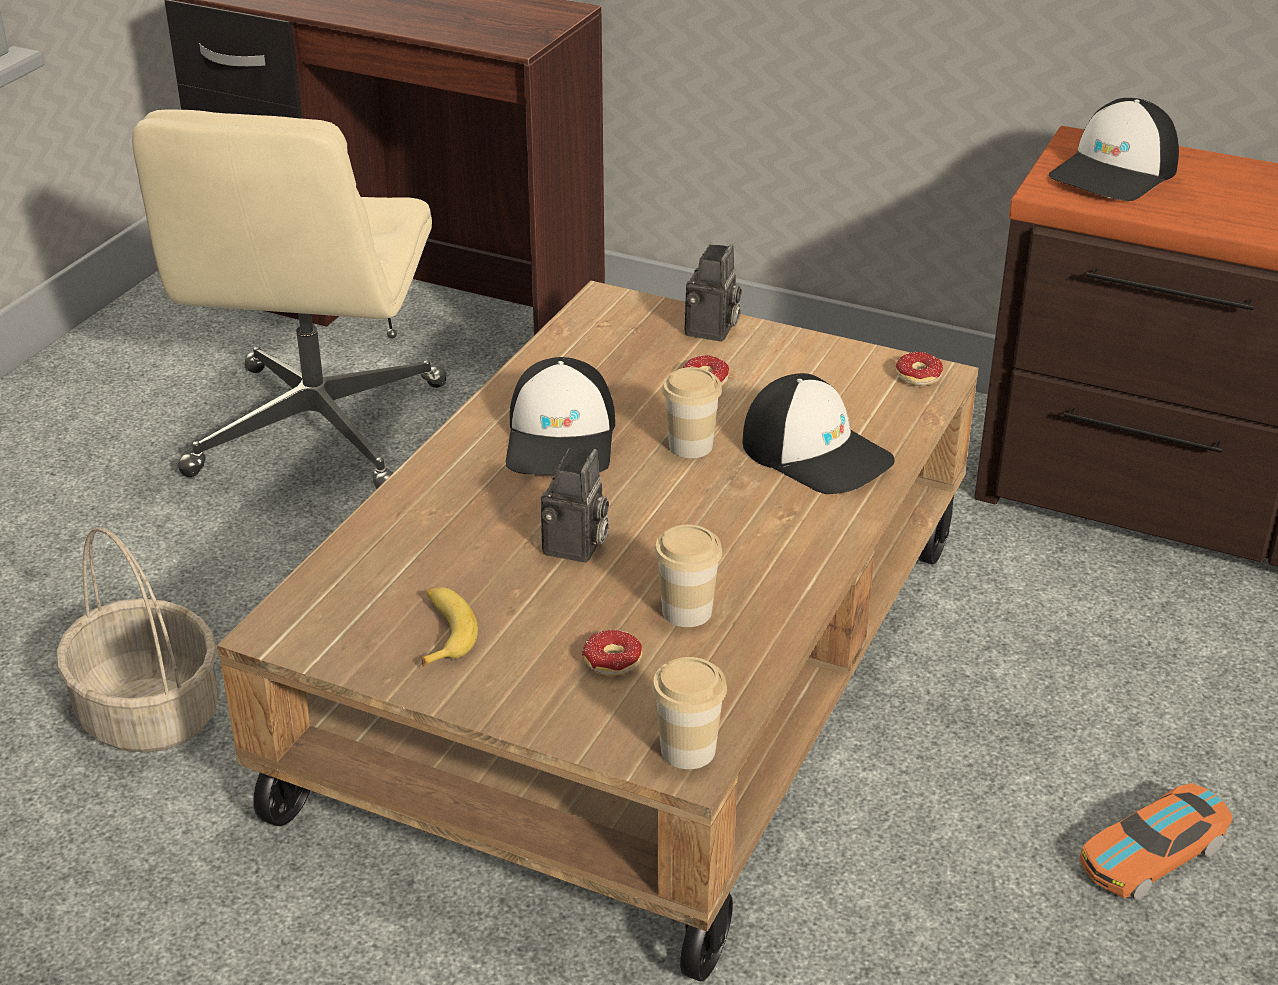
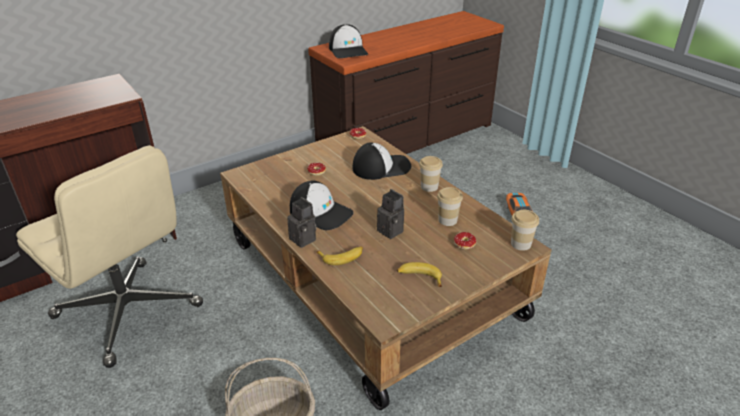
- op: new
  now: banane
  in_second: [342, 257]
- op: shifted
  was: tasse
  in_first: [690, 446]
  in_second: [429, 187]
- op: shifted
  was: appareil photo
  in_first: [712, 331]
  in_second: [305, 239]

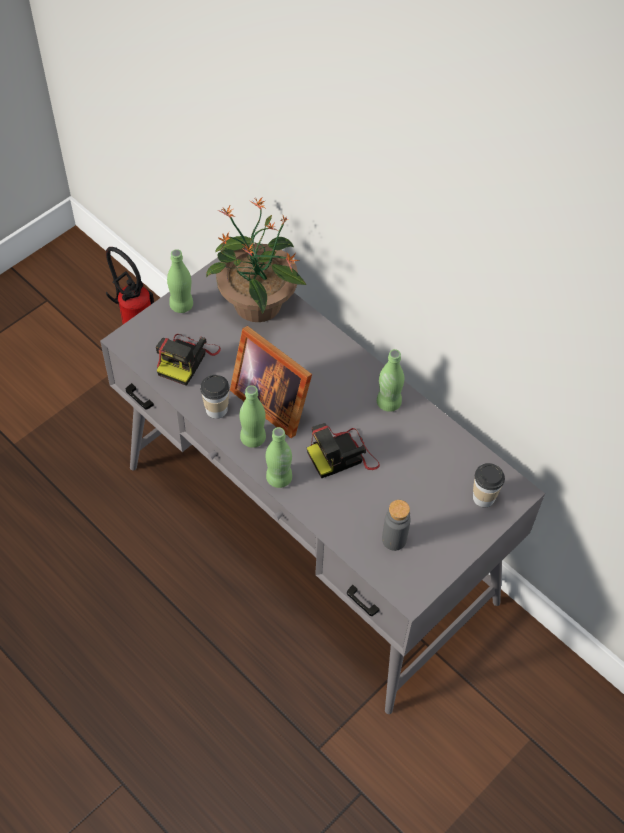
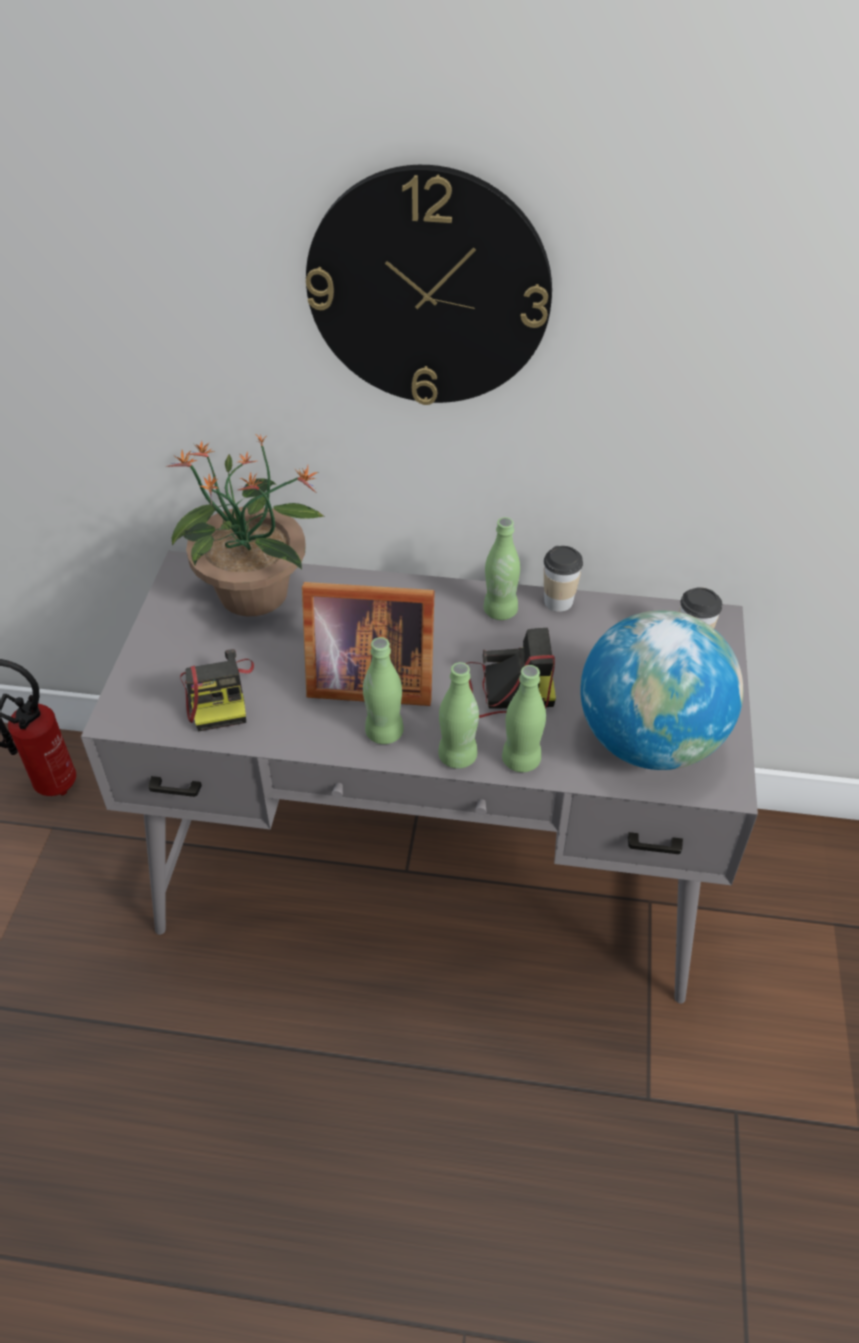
- op: new
  now: horloge murale
  in_second: [428, 289]
- op: shifted
  was: bouteille (vert)
  in_first: [181, 305]
  in_second: [521, 760]
- op: shifted
  was: tasse
  in_first: [216, 409]
  in_second: [558, 602]
- op: swapped
  was: bouteille (gris)
  now: globe
  in_first: [394, 539]
  in_second: [648, 741]
- op: rotated
  was: appareil photo
  in_first: [343, 456]
  in_second: [506, 690]
  clockwise: -120

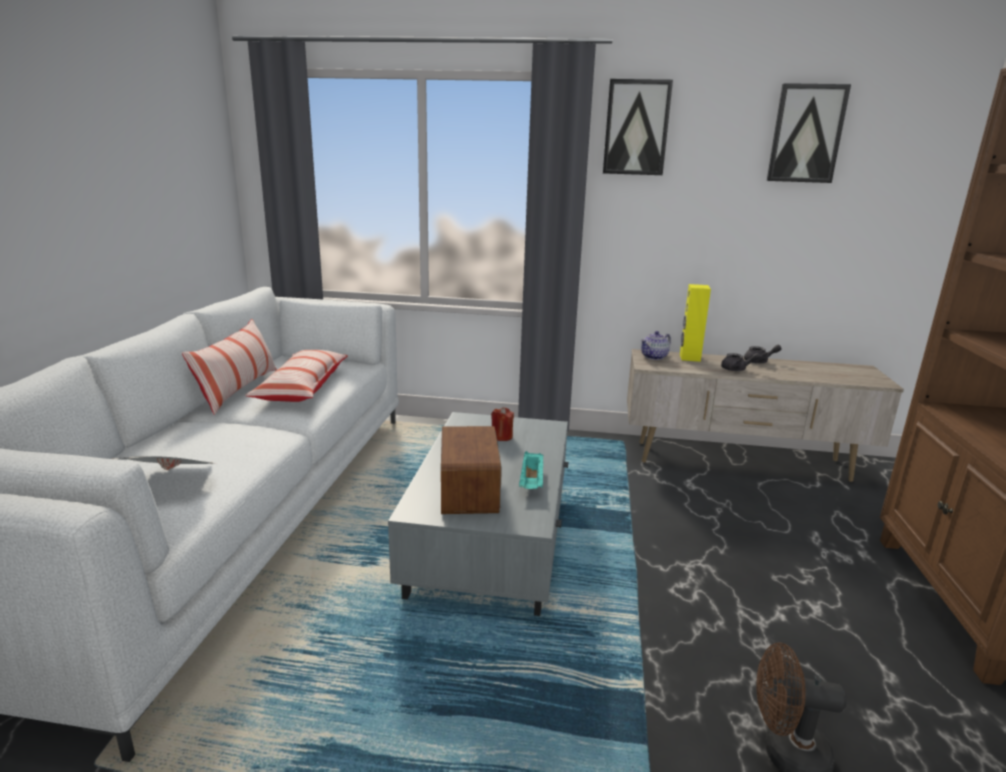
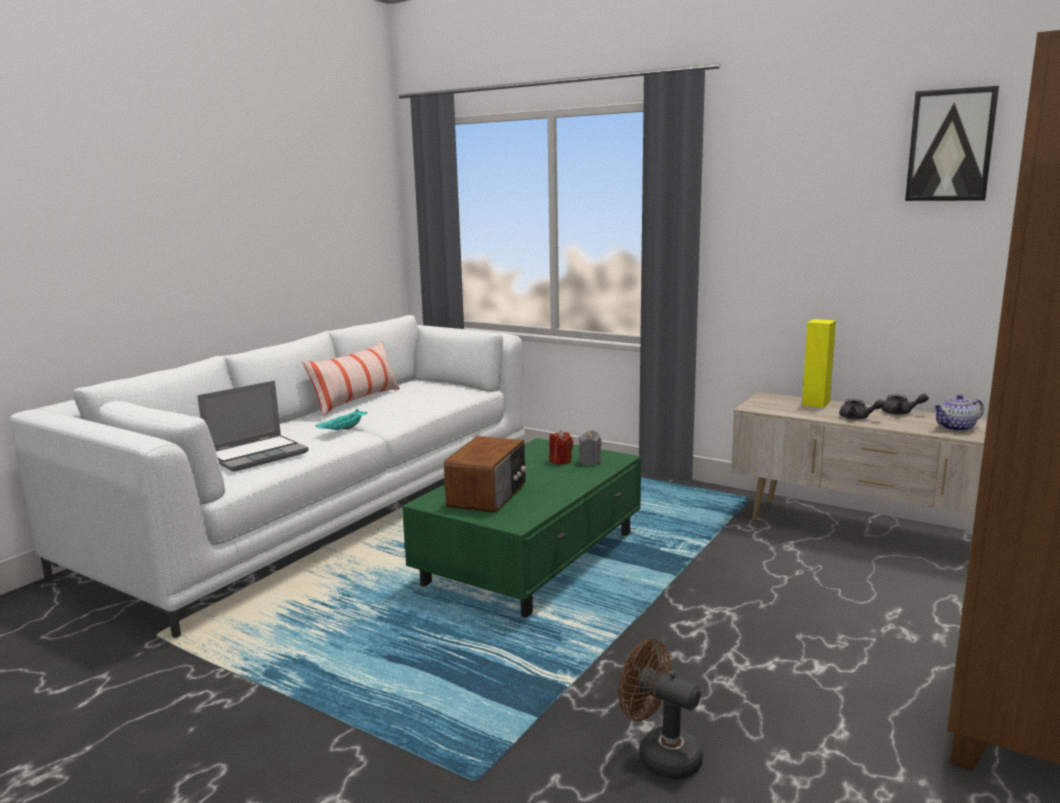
- op: gone
  was: coussin
  in_first: [302, 388]
- op: gone
  was: tableau
  in_first: [636, 128]
- op: new
  now: bougie (gris)
  in_second: [590, 462]
- op: shifted
  was: plateau (turquoise)
  in_first: [532, 482]
  in_second: [343, 430]
- op: shifted
  was: théière
  in_first: [654, 357]
  in_second: [956, 428]
- op: swapped
  was: journal
  now: ordinateur portable
  in_first: [174, 483]
  in_second: [257, 455]
- op: repainted
  was: table basse (gris)
  now: table basse (vert)
  in_first: [491, 539]
  in_second: [533, 558]

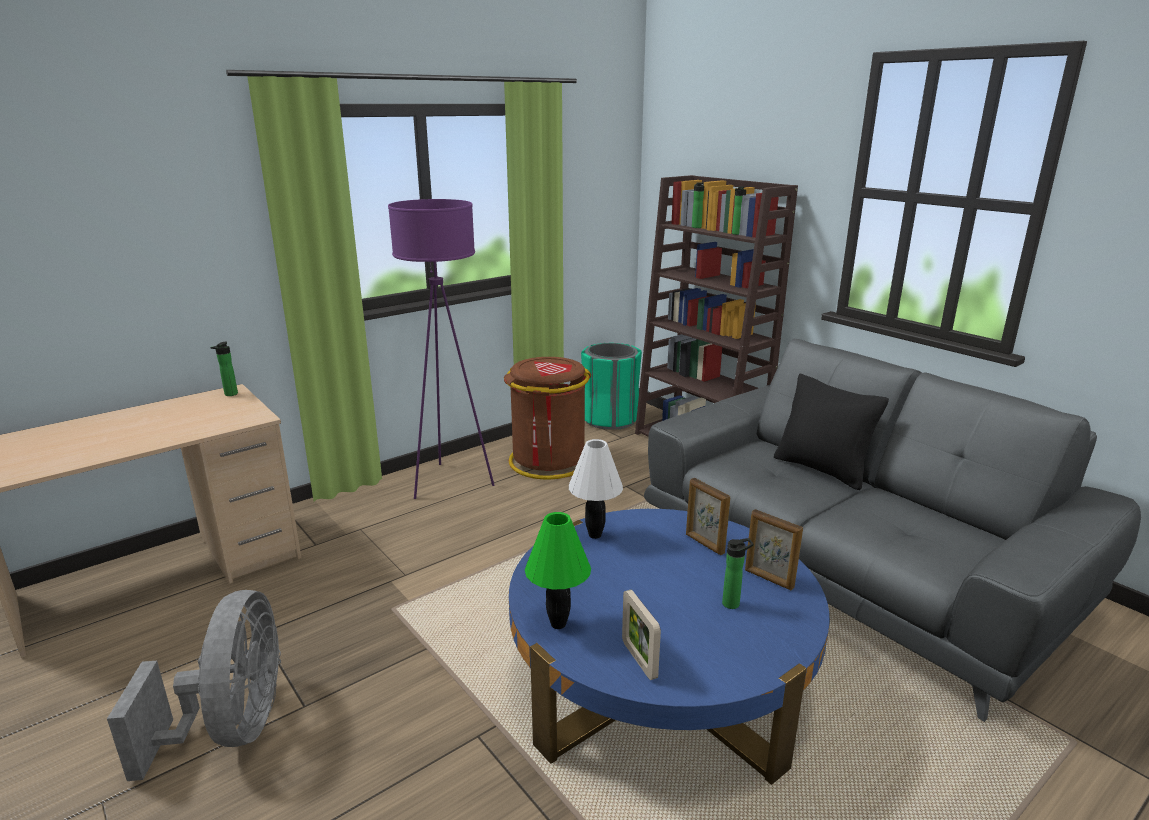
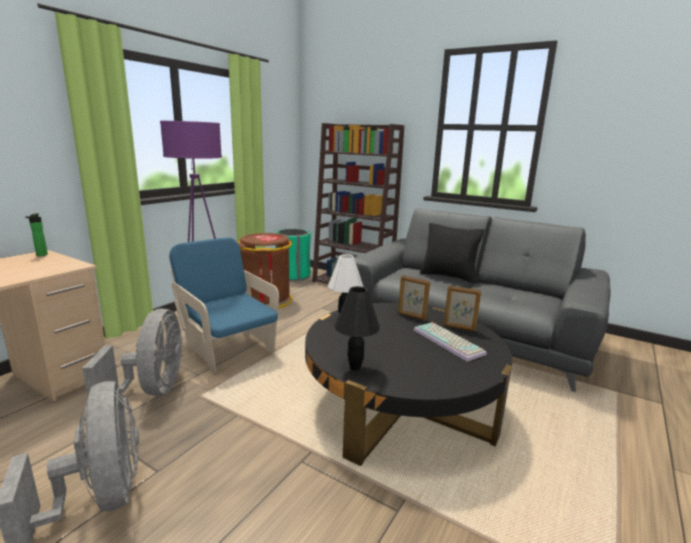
- op: gone
  was: cadre photo
  in_first: [639, 660]
- op: new
  now: ventilateur (gris)
  in_second: [152, 390]
- op: new
  now: fauteuil (bleu)
  in_second: [228, 349]
- op: swapped
  was: bouteille
  now: clavier
  in_first: [733, 603]
  in_second: [449, 341]
- op: repainted
  was: table basse (bleu)
  now: table basse (noir)
  in_first: [660, 680]
  in_second: [400, 405]
- op: repainted
  was: lampe de table (vert)
  now: lampe de table (noir)
  in_first: [558, 624]
  in_second: [355, 368]

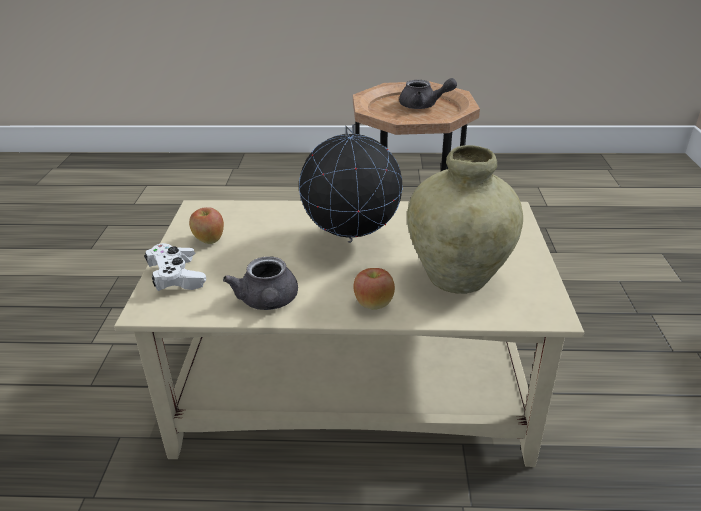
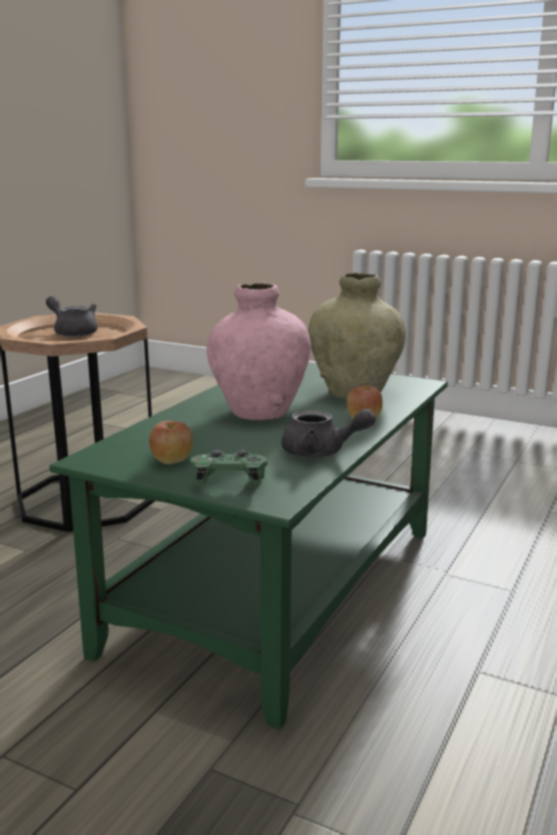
- op: swapped
  was: globe
  now: vase (rose)
  in_first: [352, 242]
  in_second: [259, 412]
- op: repainted
  was: table basse (beige)
  now: table basse (vert)
  in_first: [349, 391]
  in_second: [278, 590]
- op: repainted
  was: manette (blanc)
  now: manette (vert)
  in_first: [177, 277]
  in_second: [229, 483]
- op: rotated
  was: théière (gris)
  in_first: [423, 106]
  in_second: [73, 332]
  clockwise: -90

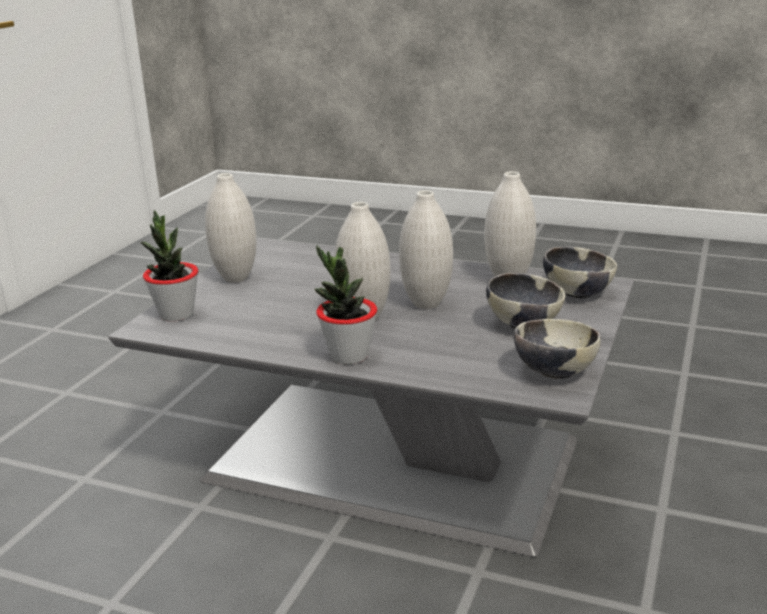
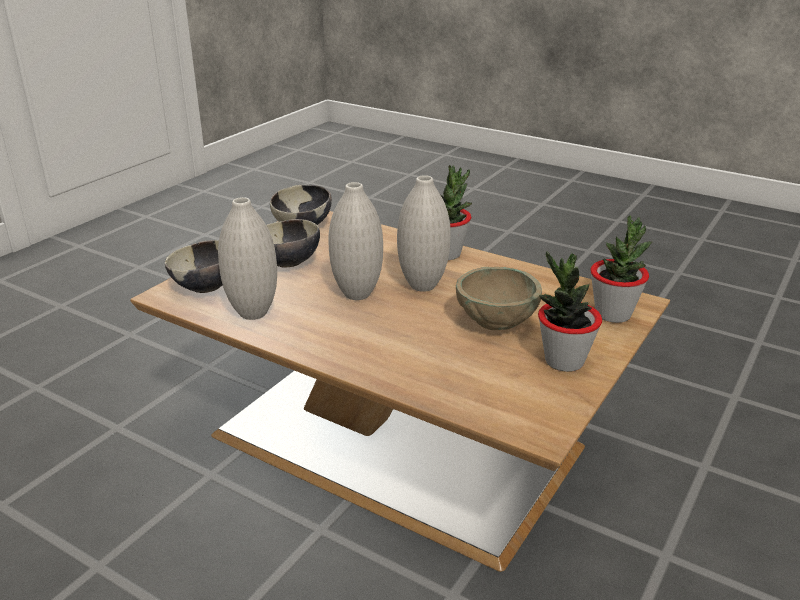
- op: new
  now: bol (beige)
  in_second: [497, 324]
- op: swapped
  was: vase (blanc)
  now: plante en pot
  in_first: [236, 278]
  in_second: [564, 361]
- op: repainted
  was: table basse (gris)
  now: table basse (marron)
  in_first: [385, 458]
  in_second: [402, 442]

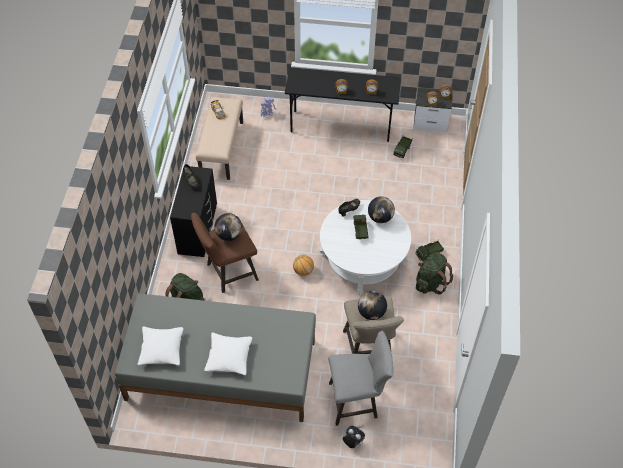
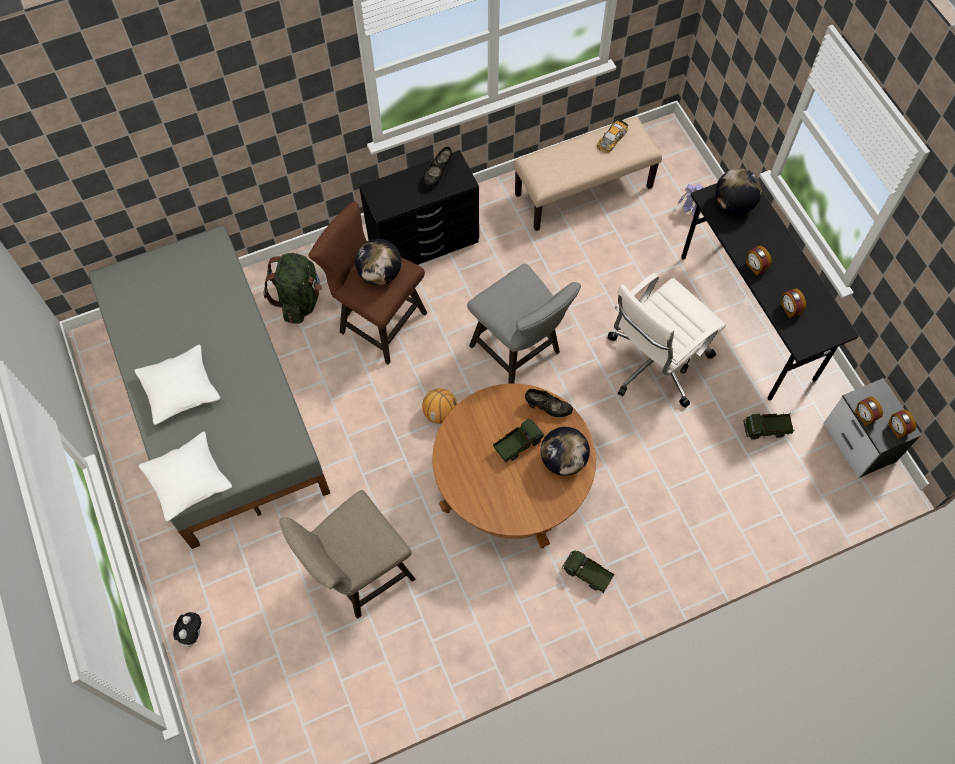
- op: gone
  was: sac à dos (vert)
  in_first: [430, 282]
- op: new
  now: chaise de bureau (blanc)
  in_second: [654, 363]
- op: shifted
  was: coussin (blanc)
  in_first: [161, 349]
  in_second: [188, 480]
- op: shifted
  was: tabouret (gris)
  in_first: [357, 400]
  in_second: [519, 352]
- op: shifted
  was: globe
  in_first: [371, 312]
  in_second: [733, 204]
- op: repainted
  was: table basse (blanc)
  now: table basse (marron)
  in_first: [363, 260]
  in_second: [512, 484]

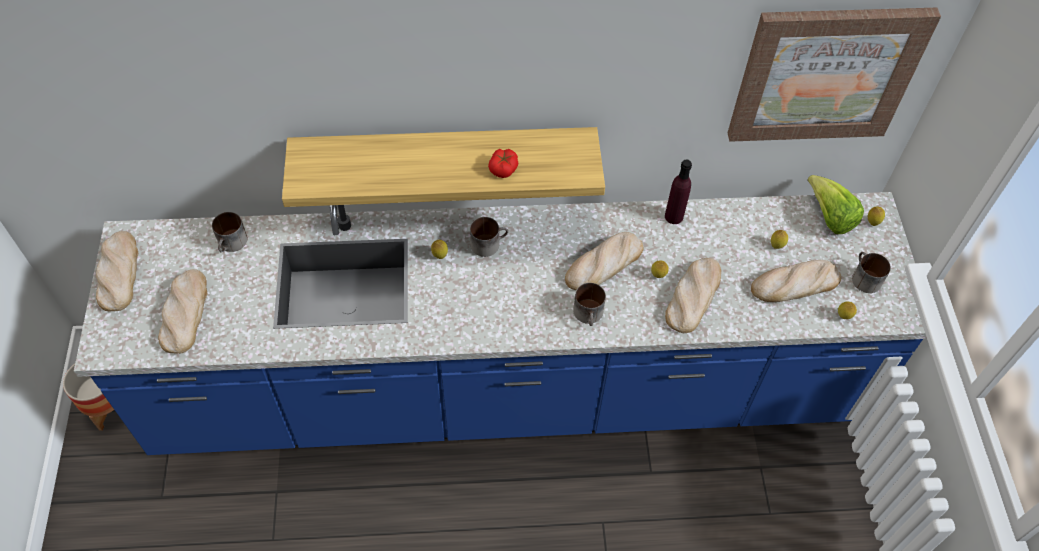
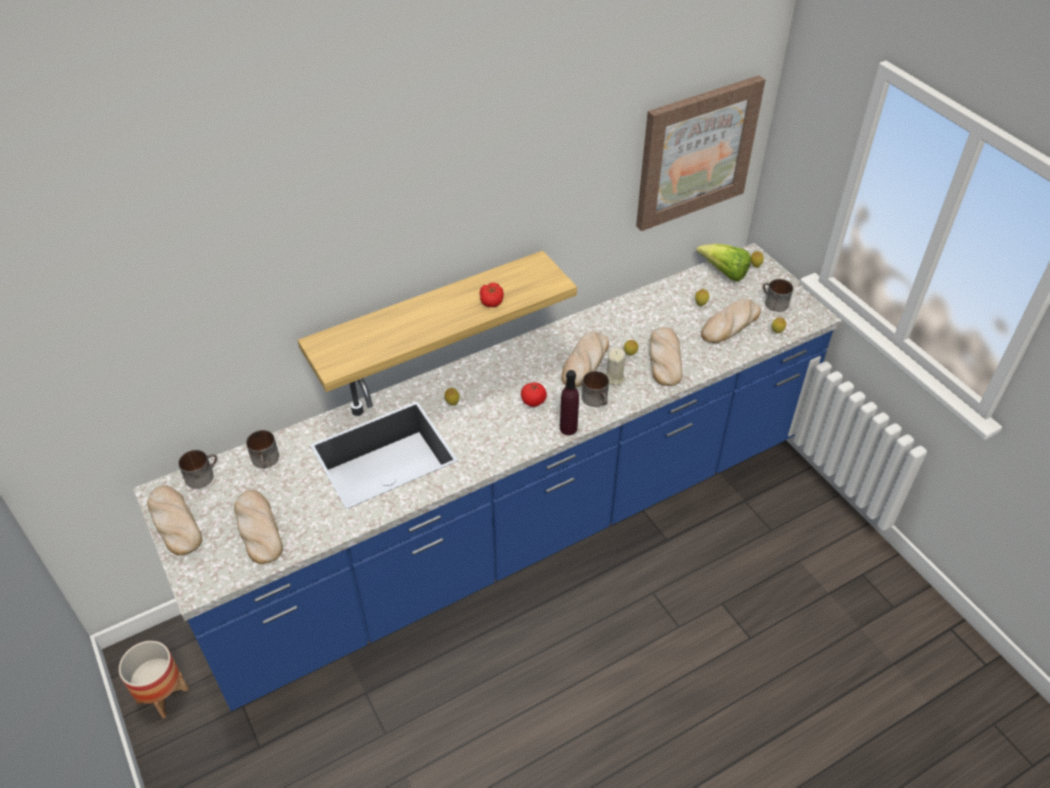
- op: new
  now: tomate
  in_second: [533, 401]
- op: new
  now: bougie (beige)
  in_second: [614, 377]
- op: shifted
  was: mug
  in_first: [488, 243]
  in_second: [202, 475]
- op: shifted
  was: bouteille (violet)
  in_first: [674, 216]
  in_second: [568, 428]

